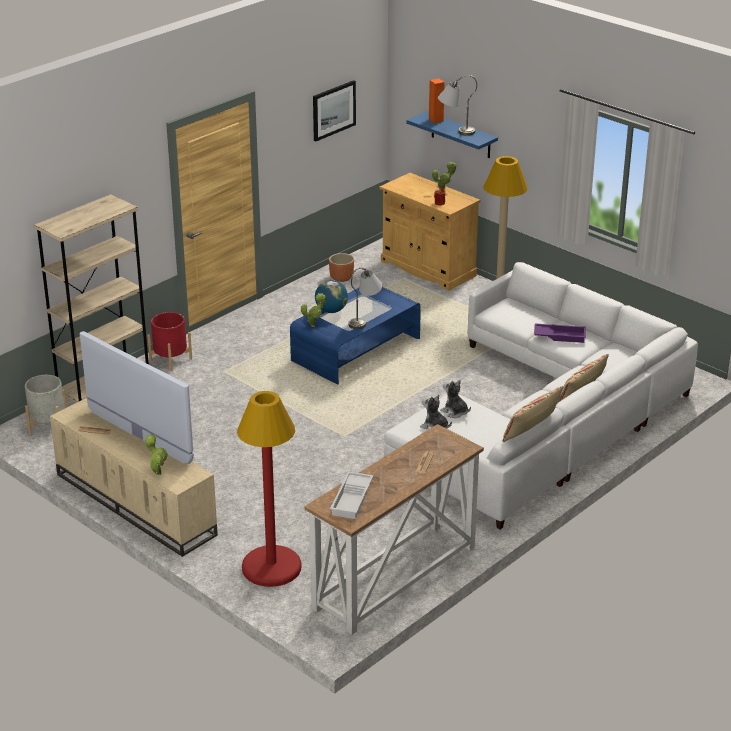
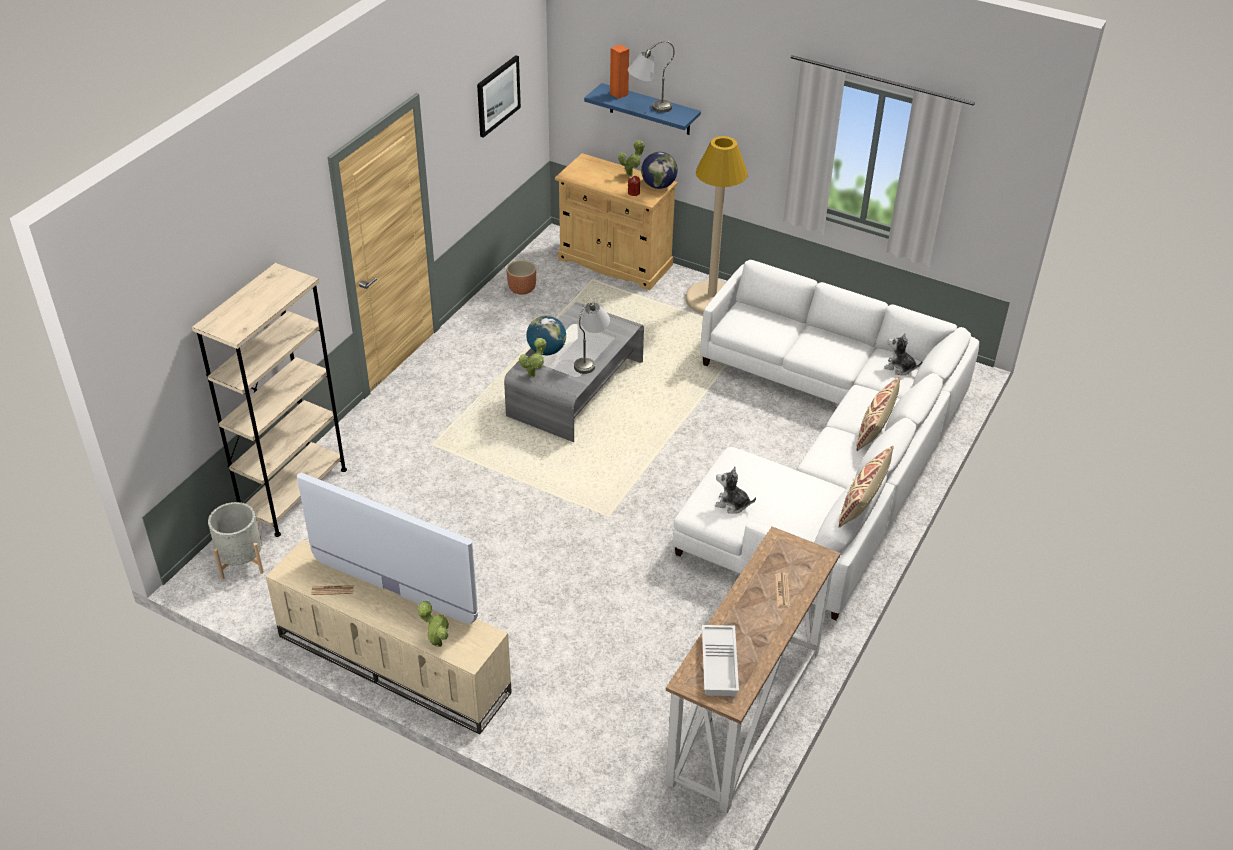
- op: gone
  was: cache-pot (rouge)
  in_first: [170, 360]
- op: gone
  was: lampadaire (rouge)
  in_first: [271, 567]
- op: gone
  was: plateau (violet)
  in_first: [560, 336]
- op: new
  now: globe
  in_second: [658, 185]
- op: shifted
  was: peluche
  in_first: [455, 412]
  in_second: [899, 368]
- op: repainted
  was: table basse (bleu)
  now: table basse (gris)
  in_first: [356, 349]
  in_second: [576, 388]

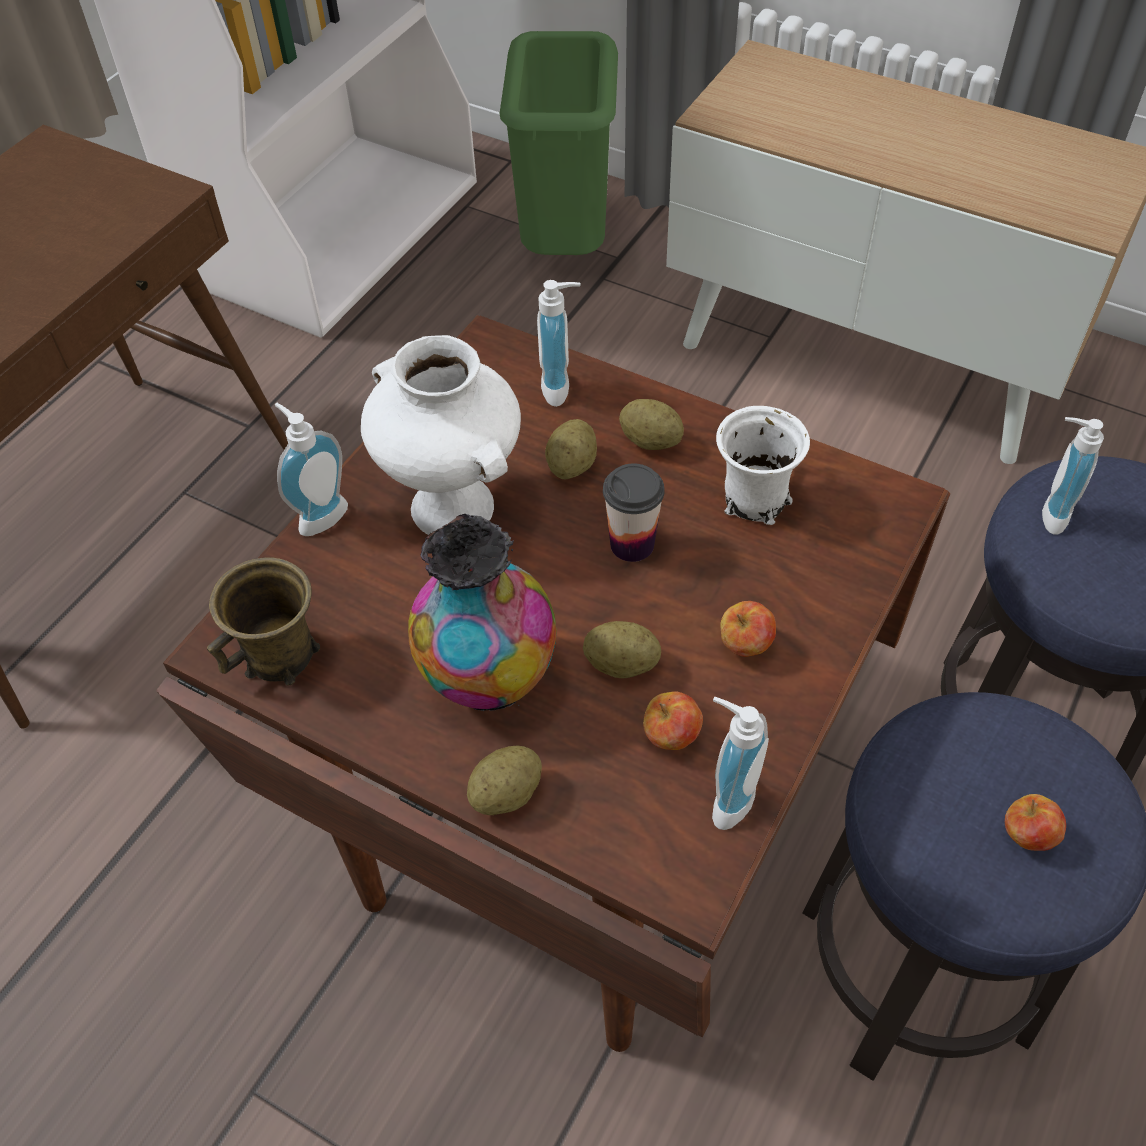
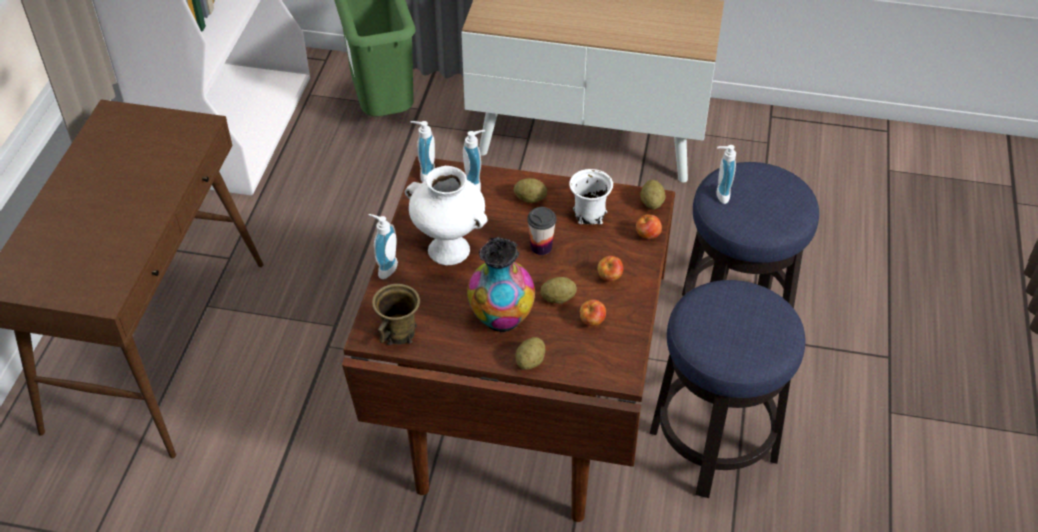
- op: shifted
  was: pomme de terre
  in_first: [572, 466]
  in_second: [651, 203]
- op: shifted
  was: distributeur de savon
  in_first: [726, 798]
  in_second: [424, 173]
- op: shifted
  was: pomme
  in_first: [1027, 836]
  in_second: [647, 236]

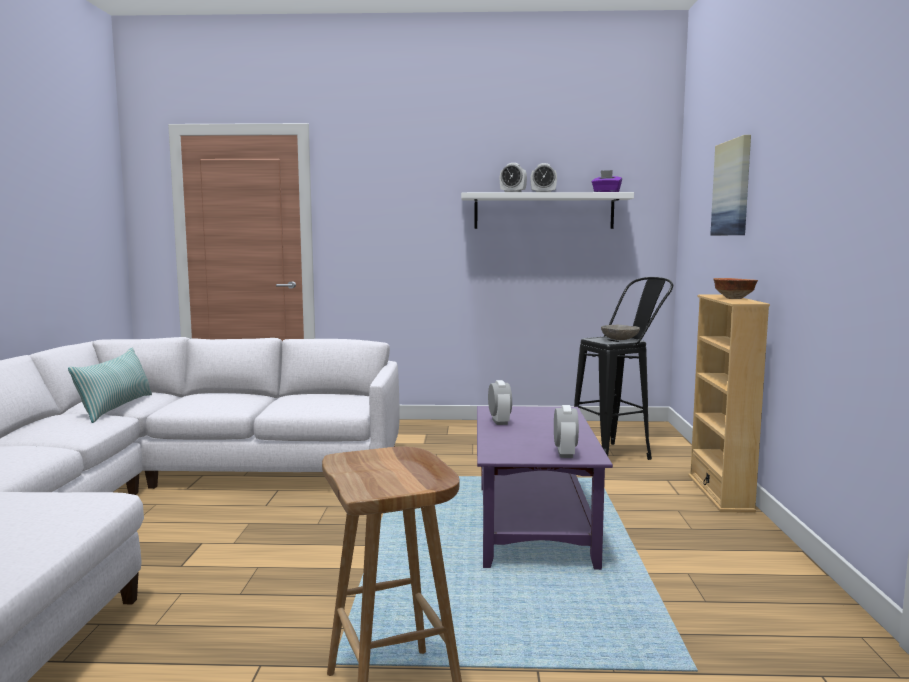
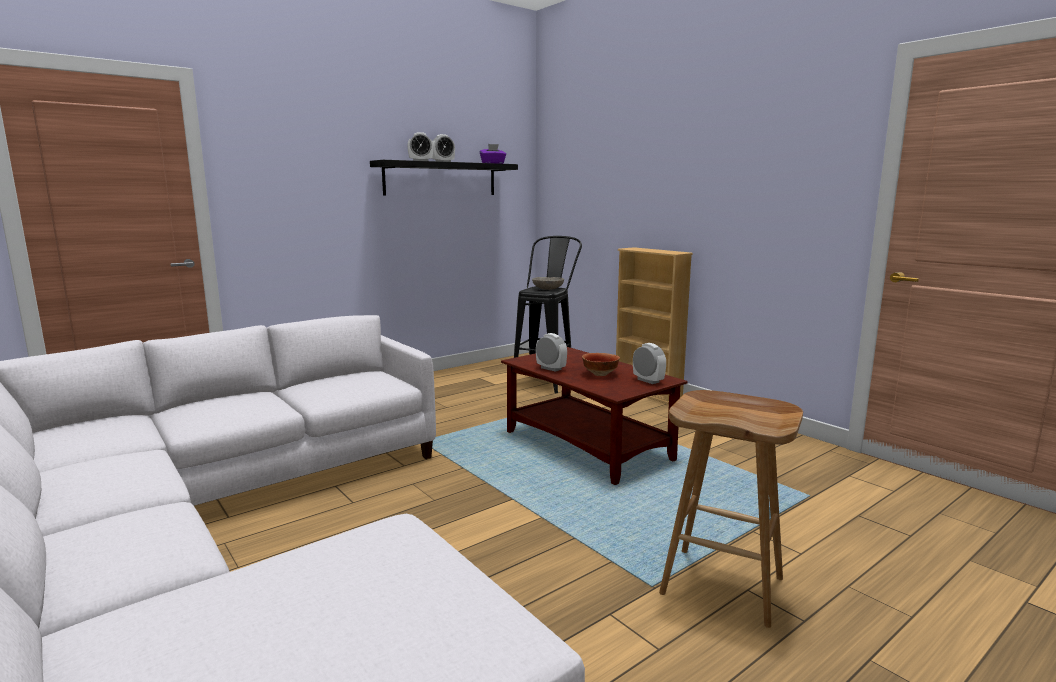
- op: gone
  was: coussin
  in_first: [116, 408]
- op: gone
  was: tableau
  in_first: [732, 188]
- op: shifted
  was: bol
  in_first: [733, 298]
  in_second: [599, 374]
- op: repainted
  was: étagère (blanc)
  now: étagère (noir)
  in_first: [544, 211]
  in_second: [441, 179]
- op: repainted
  was: table basse (violet)
  now: table basse (marron)
  in_first: [532, 524]
  in_second: [585, 445]

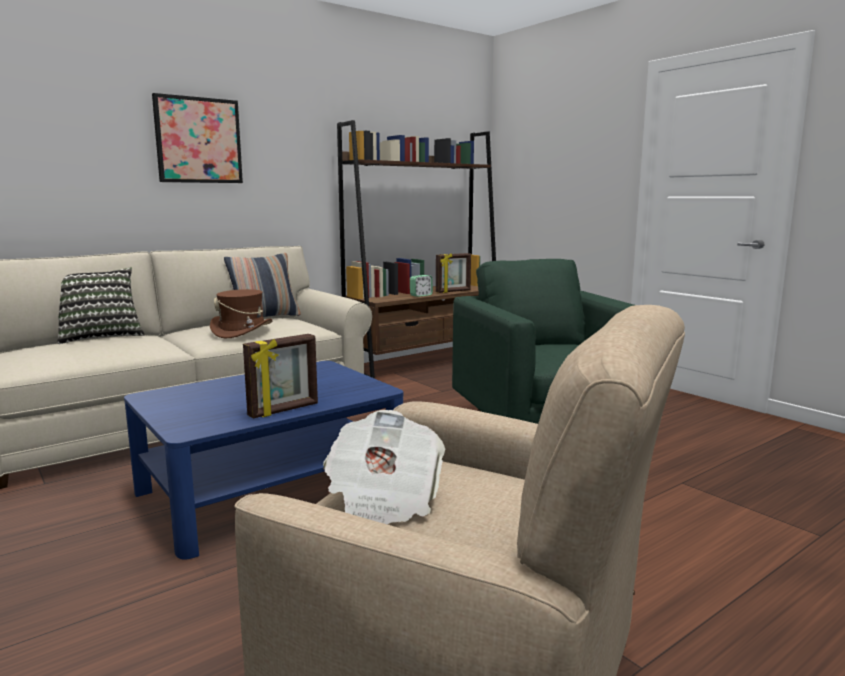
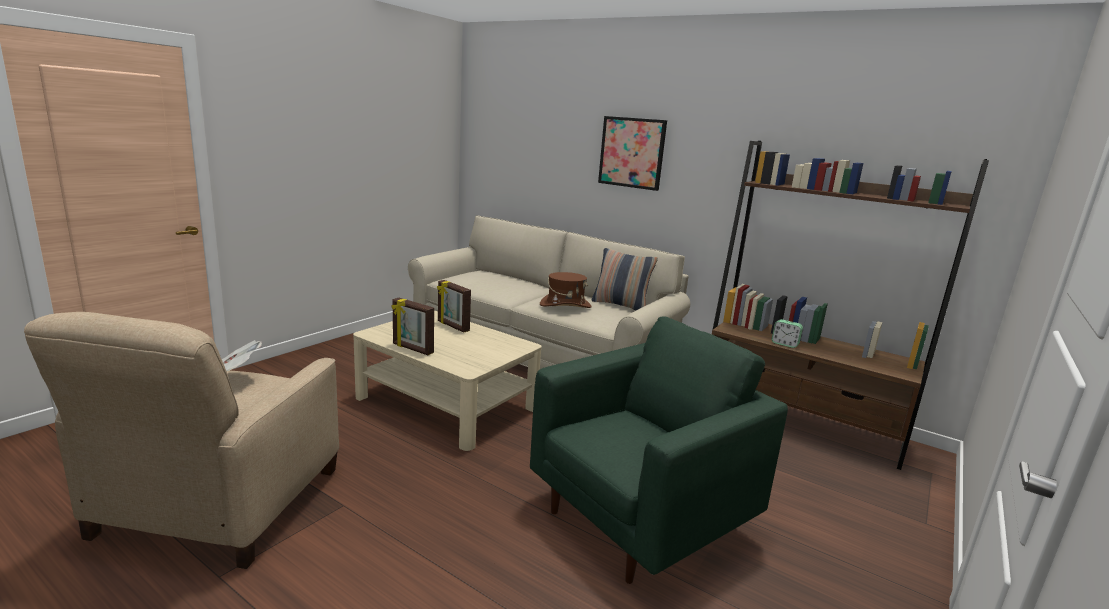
- op: gone
  was: coussin
  in_first: [100, 336]
- op: shifted
  was: cadre photo
  in_first: [453, 291]
  in_second: [452, 326]
- op: repainted
  was: table basse (bleu)
  now: table basse (beige)
  in_first: [271, 489]
  in_second: [447, 403]

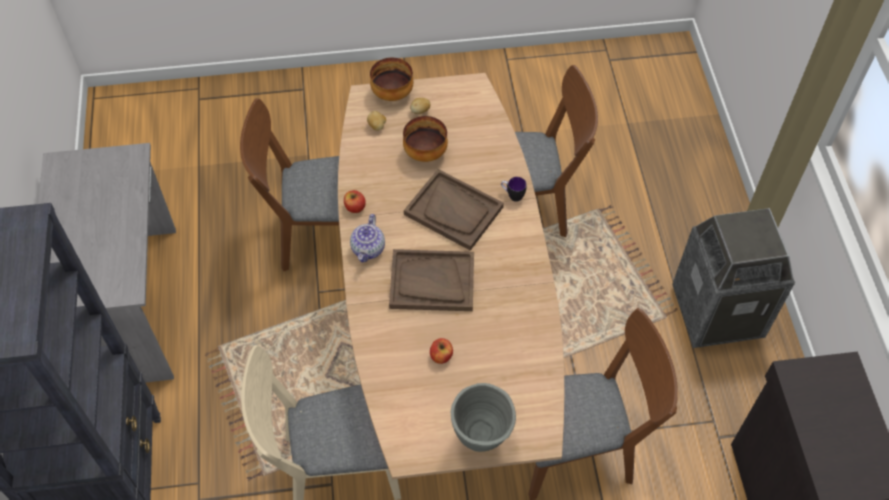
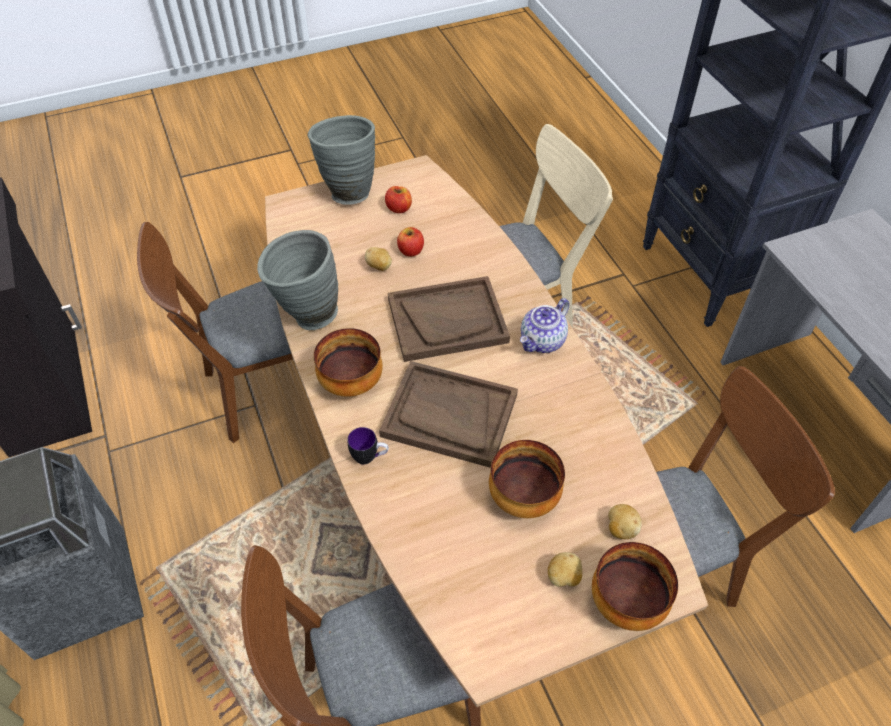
- op: new
  now: vase (gris)
  in_second: [305, 316]
- op: new
  now: bol
  in_second: [352, 383]
- op: new
  now: pomme de terre
  in_second: [379, 267]
- op: shifted
  was: pomme
  in_first: [355, 207]
  in_second: [399, 208]
- op: rotated
  was: théière
  in_first: [368, 249]
  in_second: [542, 341]
  clockwise: -135

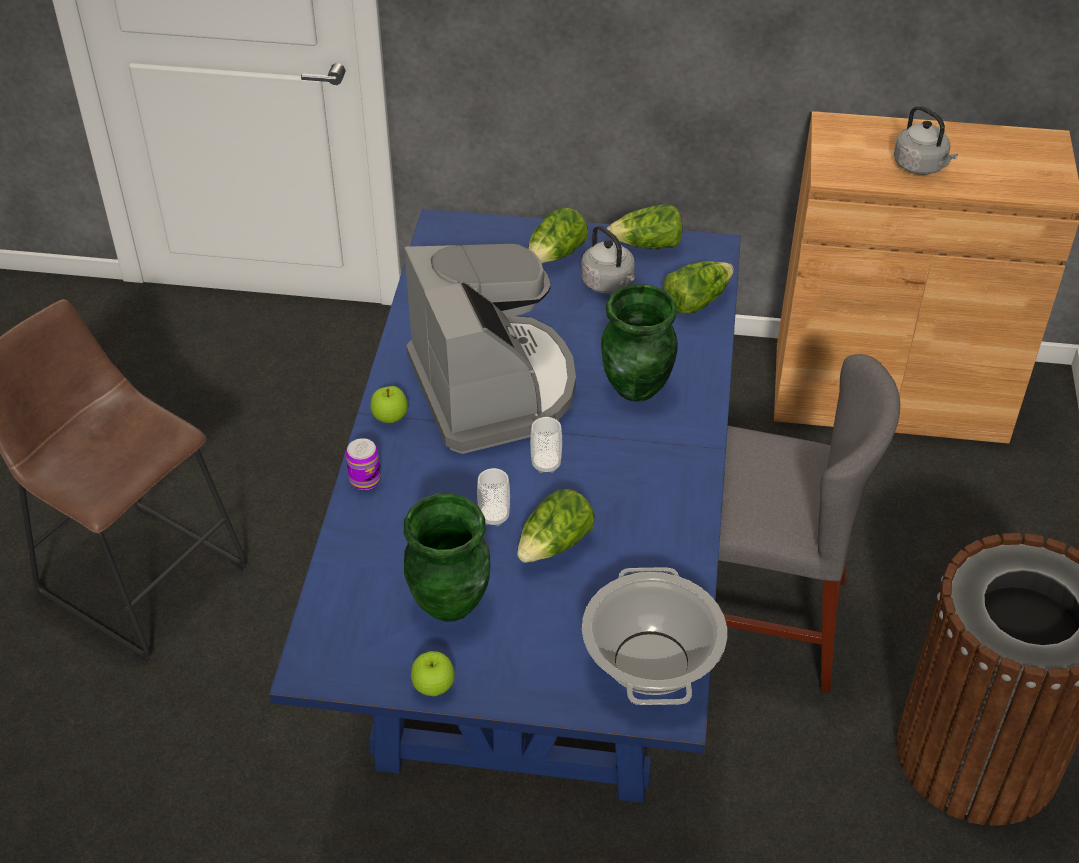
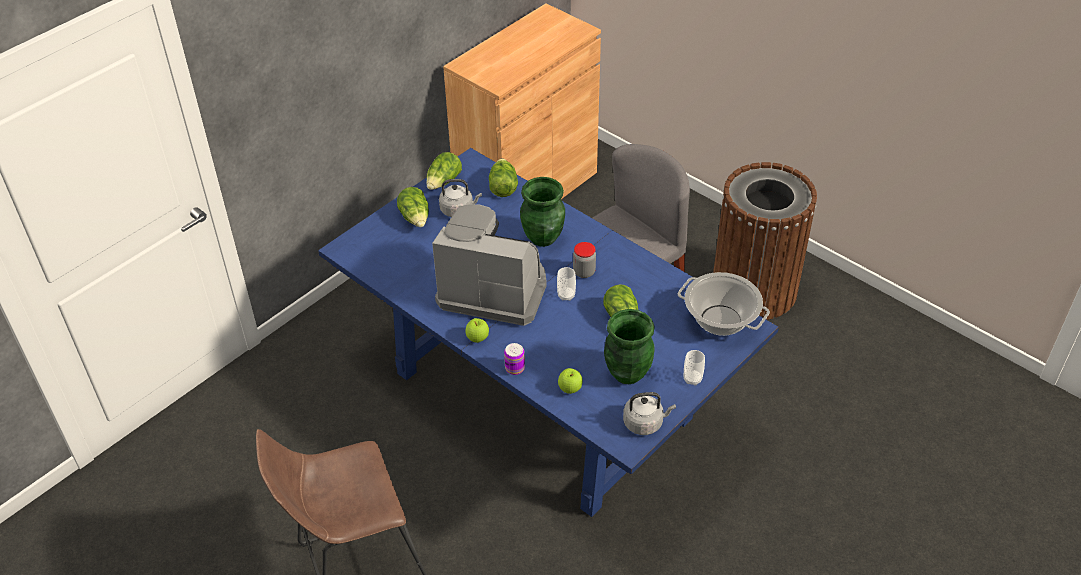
- op: new
  now: bocal
  in_second: [584, 272]
- op: shifted
  was: pomme
  in_first: [433, 686]
  in_second: [570, 389]
- op: shifted
  was: tasse
  in_first: [494, 516]
  in_second: [692, 379]
- op: shifted
  was: bouilloire (gris)
  in_first: [921, 166]
  in_second: [645, 423]

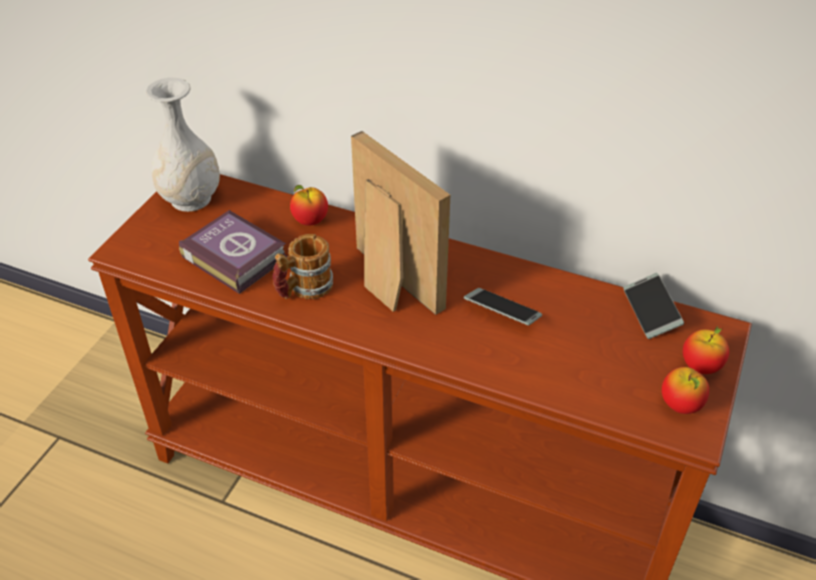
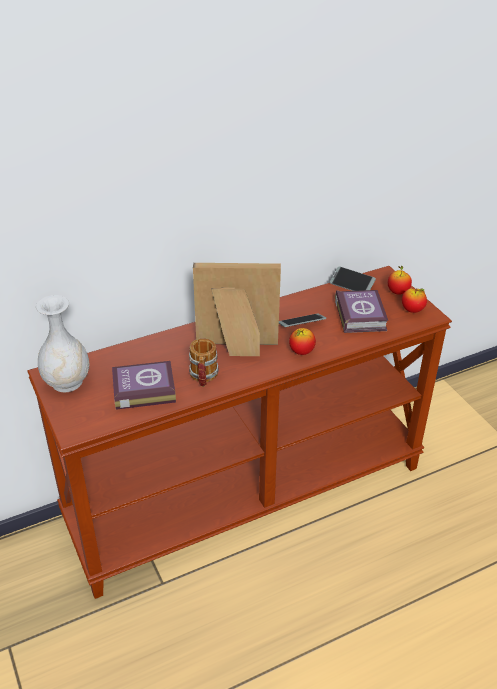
- op: new
  now: livre
  in_second: [361, 314]
- op: shifted
  was: pomme
  in_first: [310, 221]
  in_second: [301, 352]

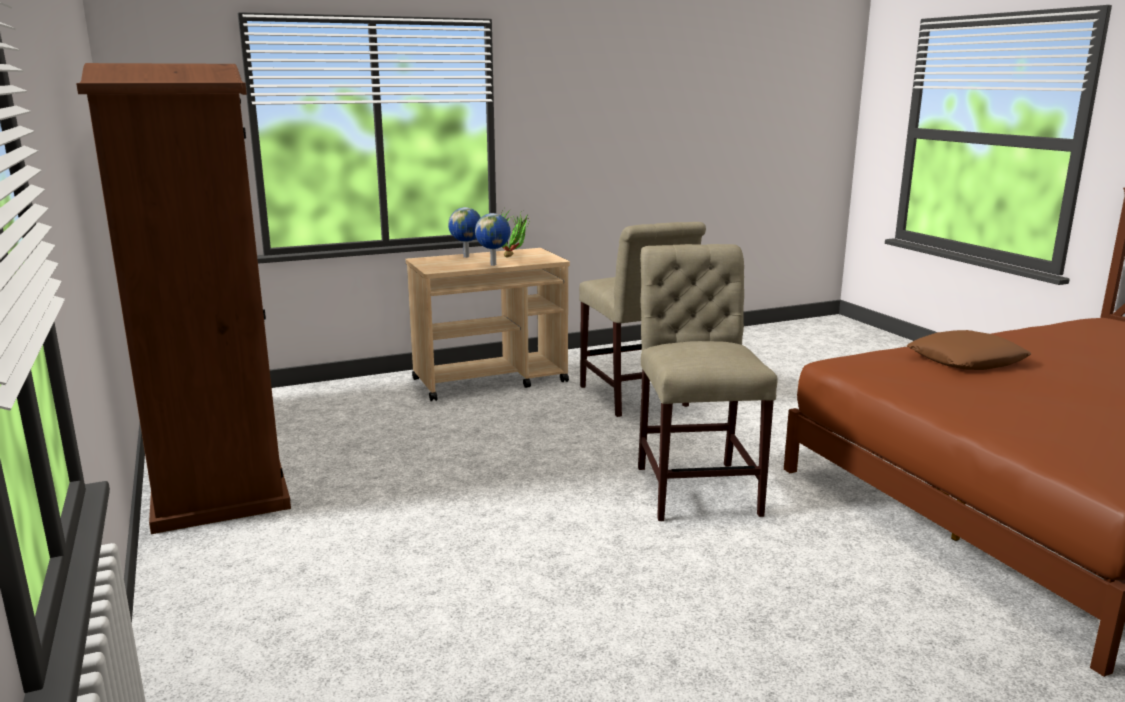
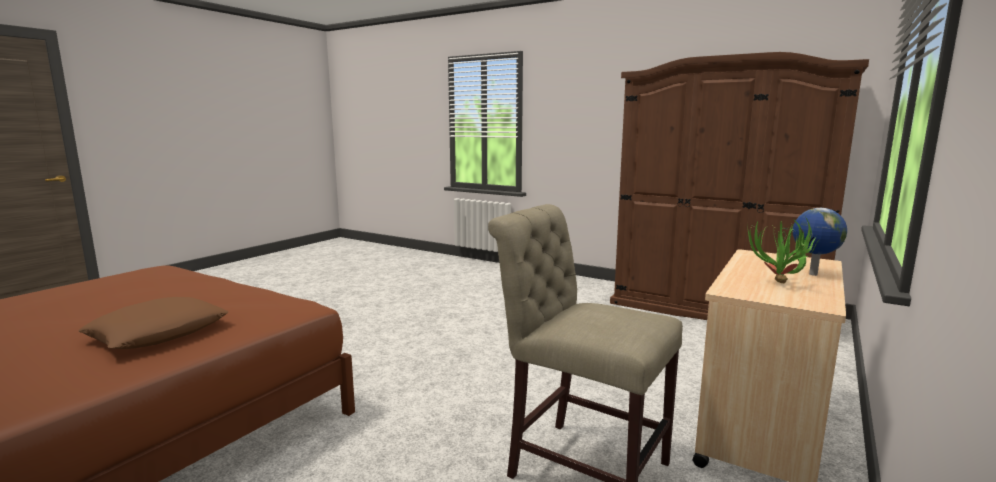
- op: gone
  was: globe
  in_first: [494, 265]
- op: gone
  was: chaise (beige)
  in_first: [696, 486]

